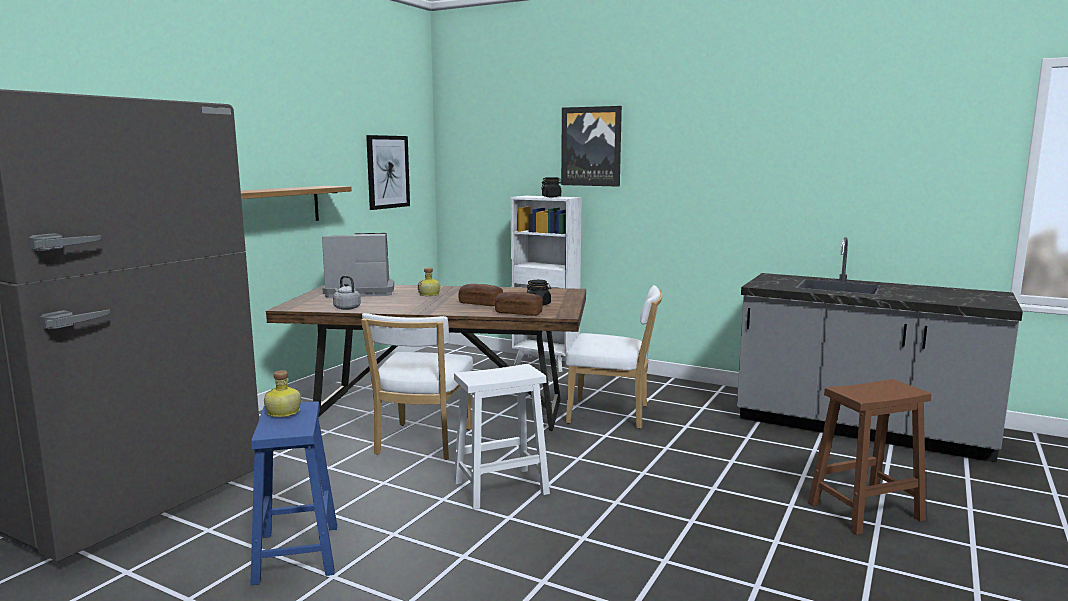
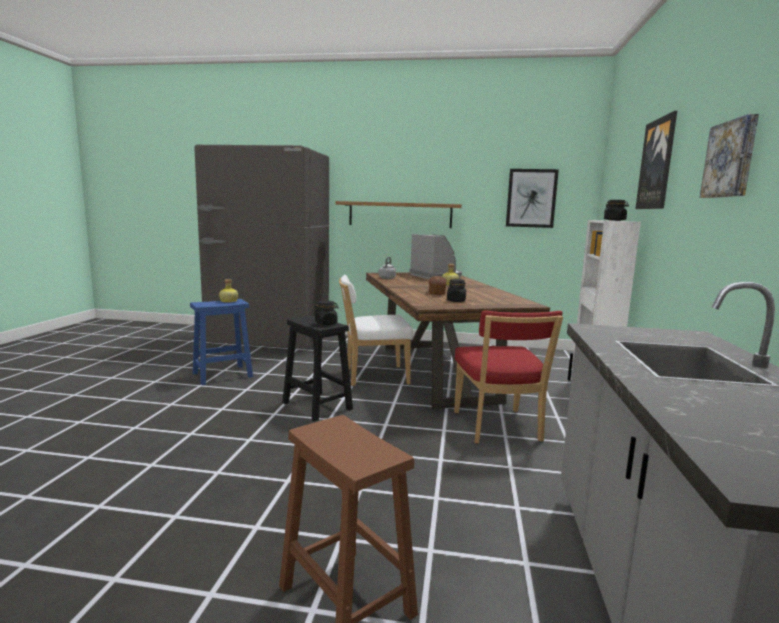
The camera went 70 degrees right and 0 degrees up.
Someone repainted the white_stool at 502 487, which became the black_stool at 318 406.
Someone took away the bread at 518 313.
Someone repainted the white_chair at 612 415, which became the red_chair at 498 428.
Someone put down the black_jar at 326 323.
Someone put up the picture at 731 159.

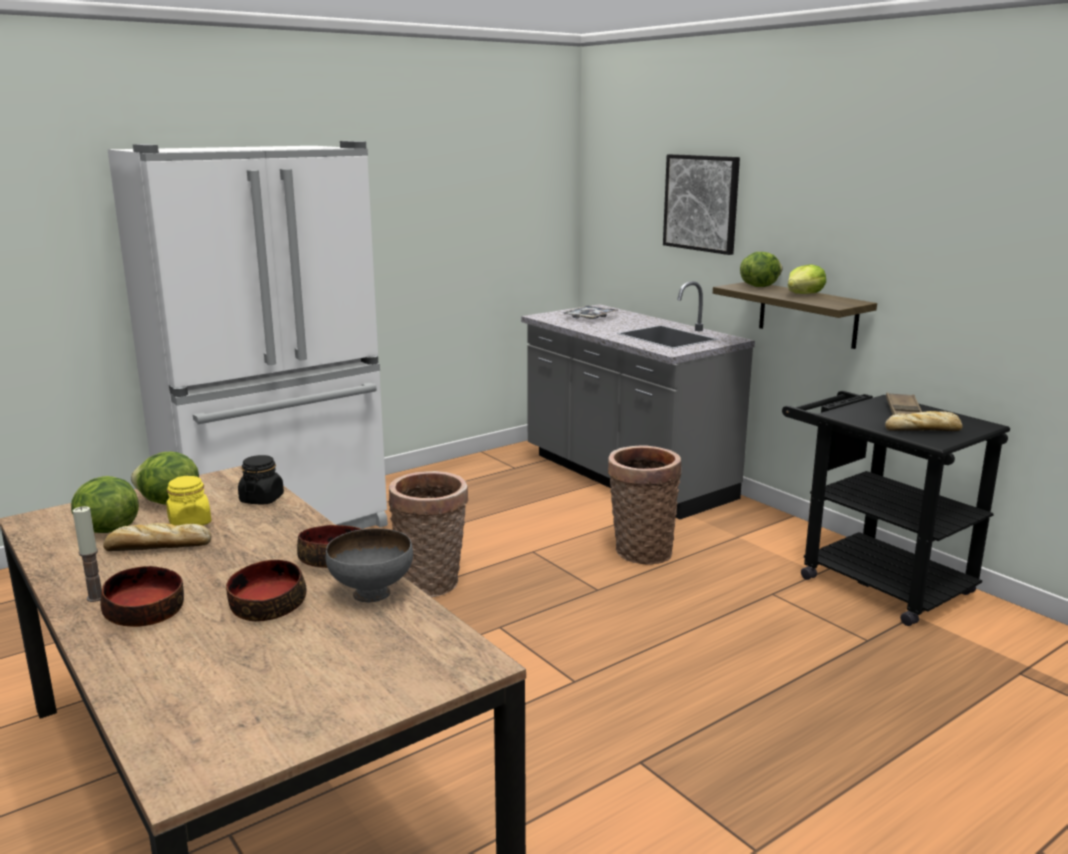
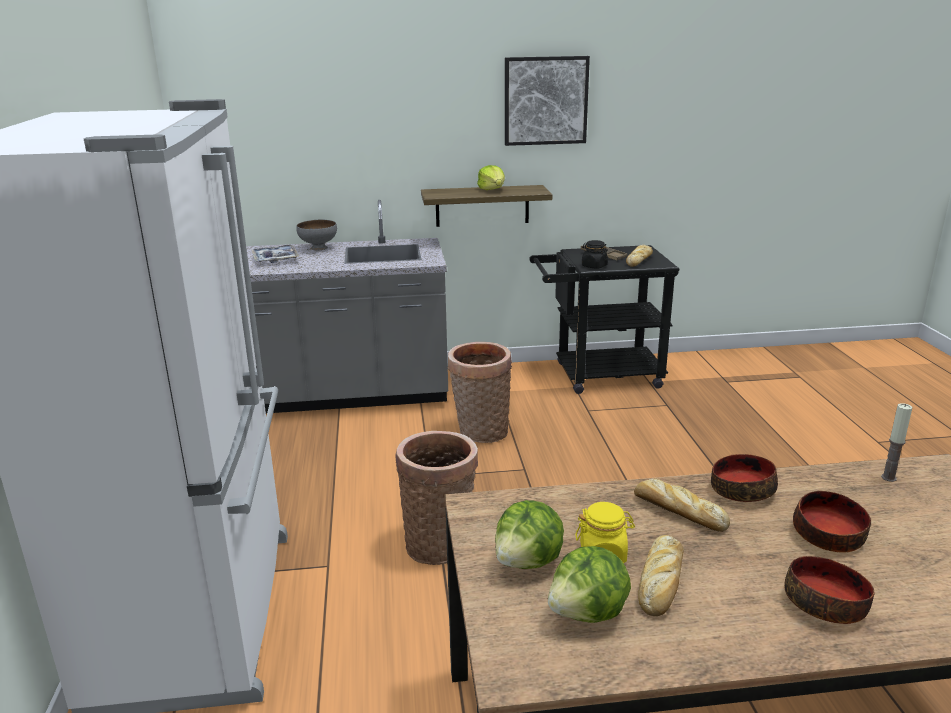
The camera went 60 degrees left and 5 degrees up.
Someone carried the candle from 95 597 to 888 478.
Someone carried the black_jar from 262 499 to 594 266.
Someone carried the grey_bowl from 372 593 to 318 248.
Someone carried the picture from 701 203 to 545 101.
Someone took away the lettuce at 759 286.
Someone put down the bread at 677 511.

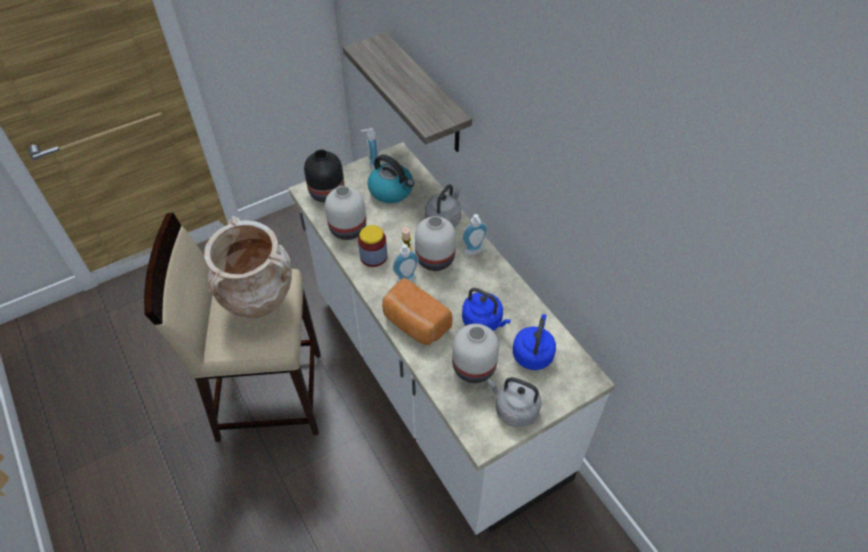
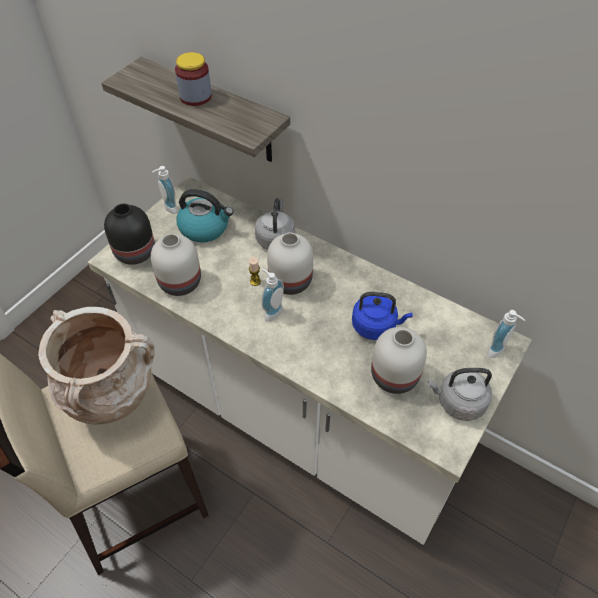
The camera went 25 degrees left and 0 degrees up.
Someone carried the jar from 373 256 to 195 96.
Someone took away the bread at 414 324.
Someone carried the soap_dispenser from 474 252 to 498 351.
Someone took away the blue_kettle at 533 353.

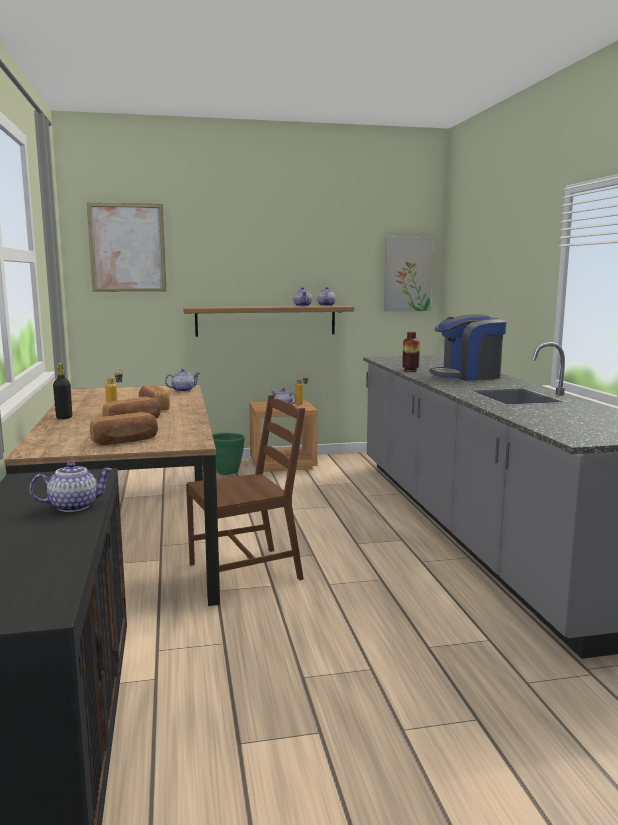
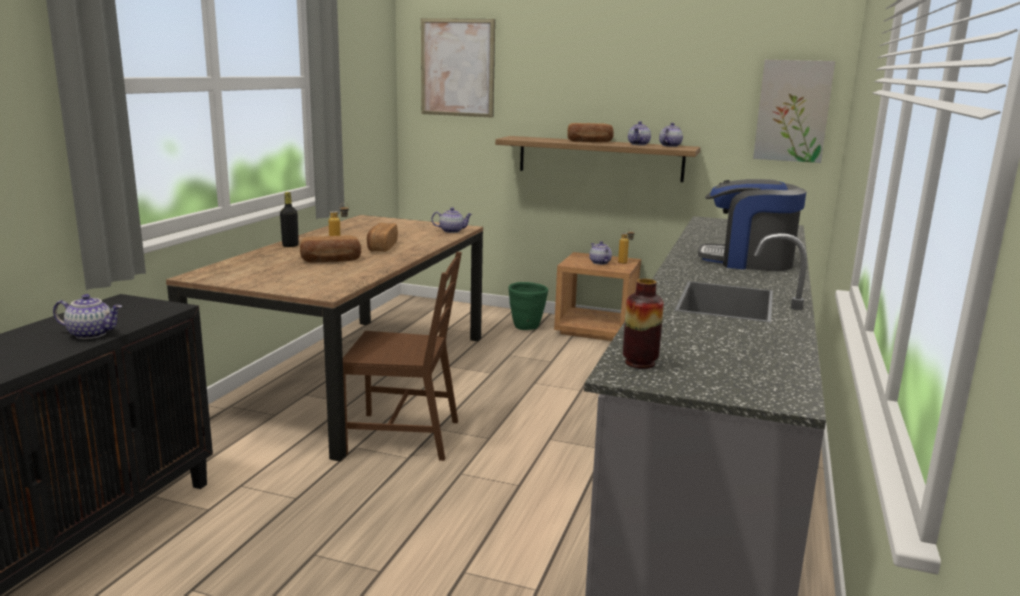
The camera went 30 degrees right and 5 degrees up.
Someone carried the bread from 125 441 to 589 141.
Someone carried the vase from 410 370 to 640 363.

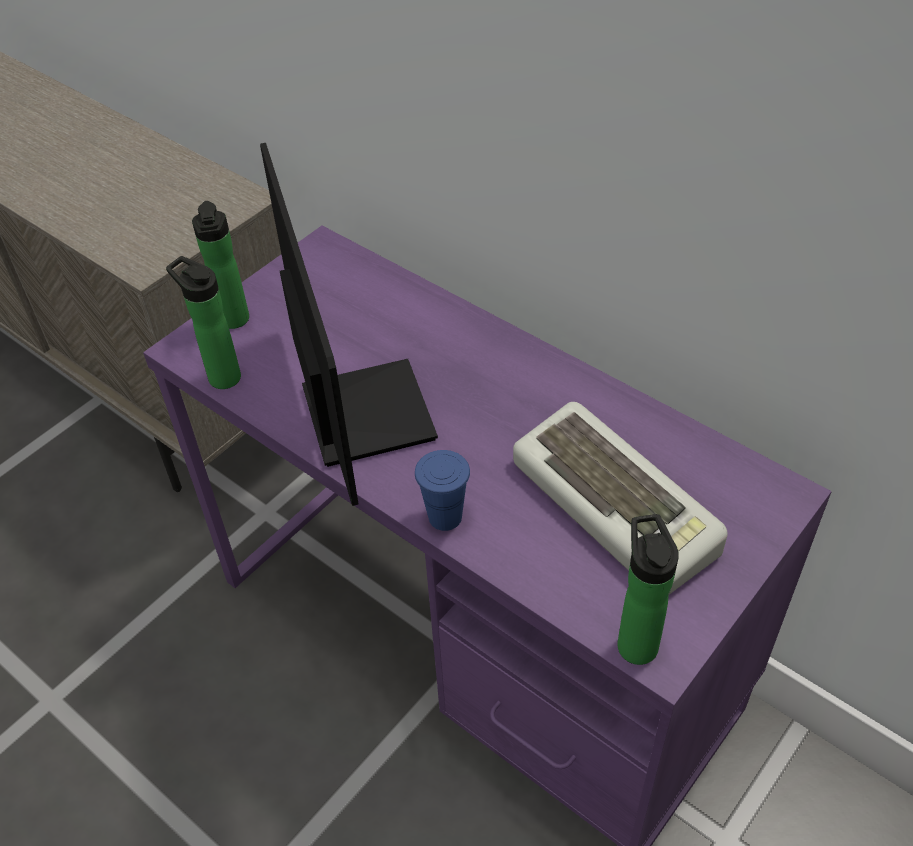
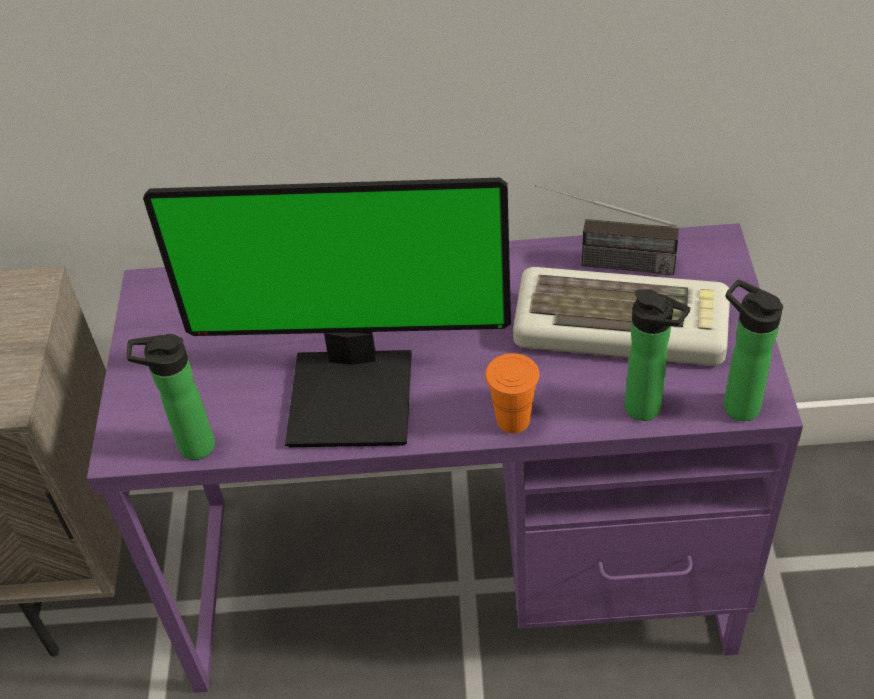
The camera went 40 degrees left and 0 degrees up.
Someone carried the bottle from 234 322 to 648 410.
Someone rotated the monitor at 360 414 by 150 degrees clockwise.
Someone repainted the blue_cup at 445 517, which became the orange_cup at 513 420.
Someone put down the radio at 603 262.

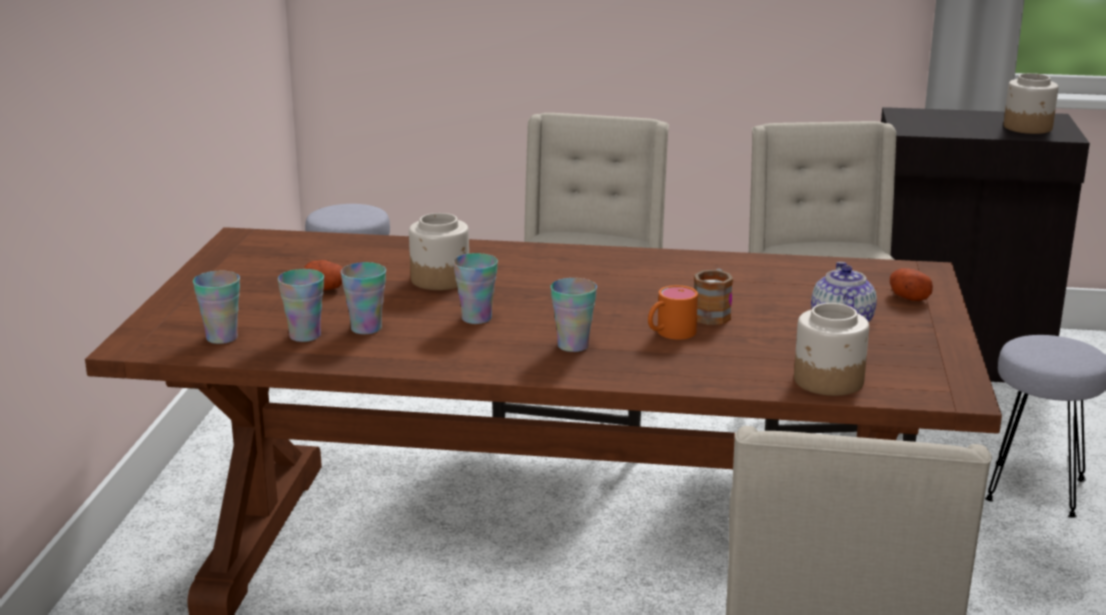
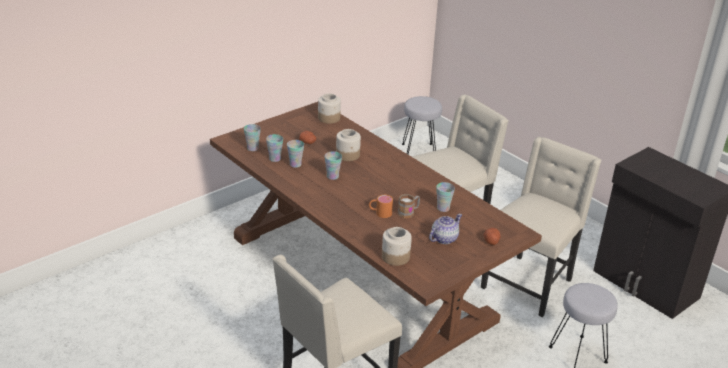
The camera went 40 degrees right and 10 degrees up.
Someone carried the cup from 573 346 to 443 208.
Someone carried the jar from 1028 127 to 329 118.

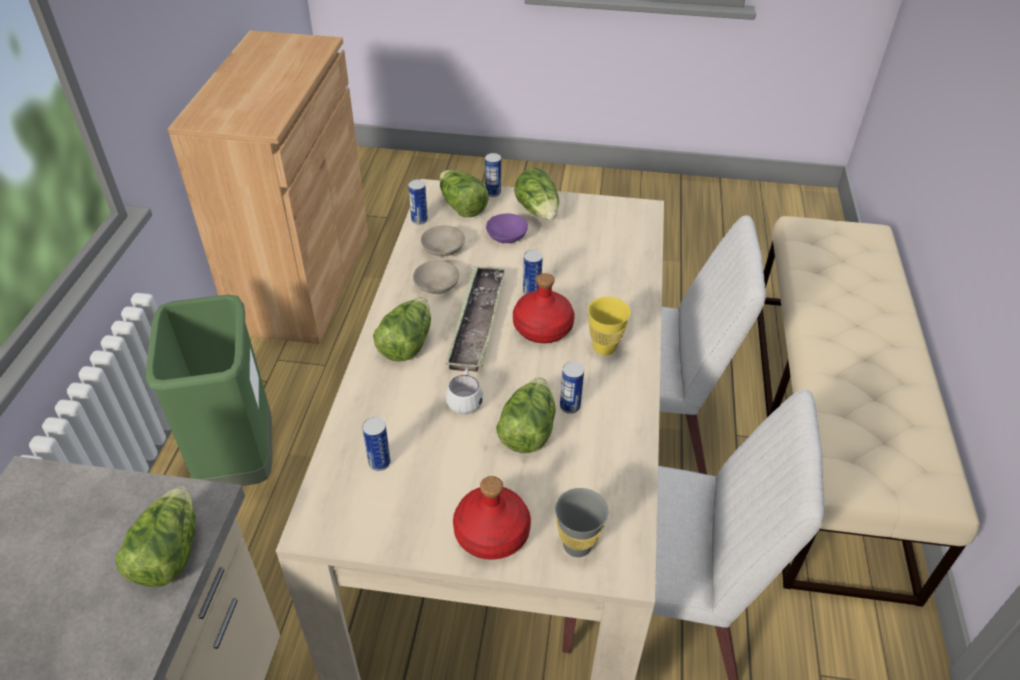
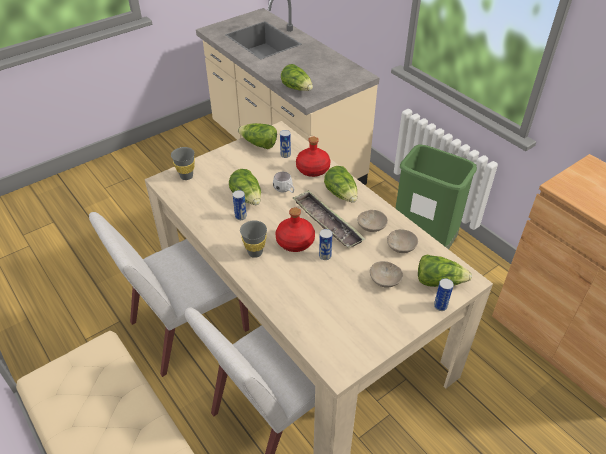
The camera went 135 degrees right and 0 degrees up.
Someone took away the can at 419 220.
Someone carried the red_bottle from 491 534 to 312 169.
Someone repainted the purple_bowl at 508 237, which became the beige_bowl at 384 280.
Someone carried the lettuce from 538 211 to 258 144.
Someone repainted the yellow_cup at 604 348, which became the grey_cup at 255 252.

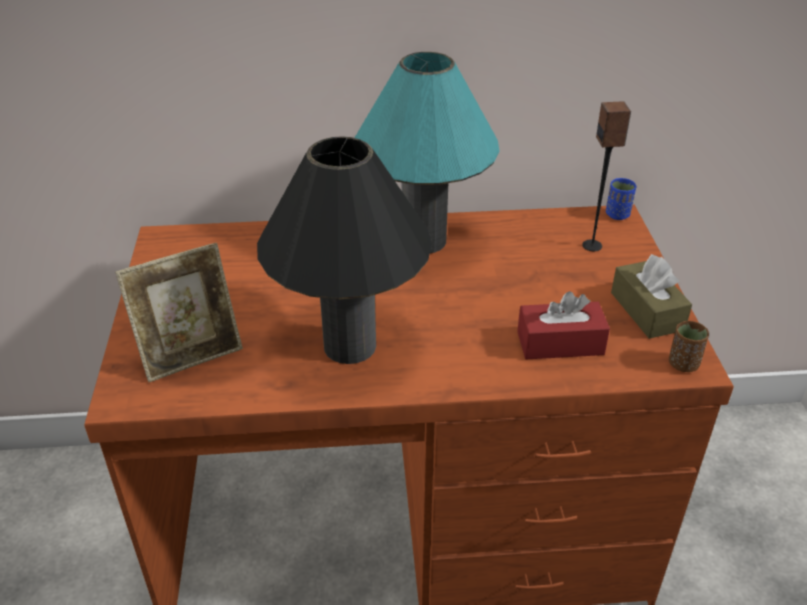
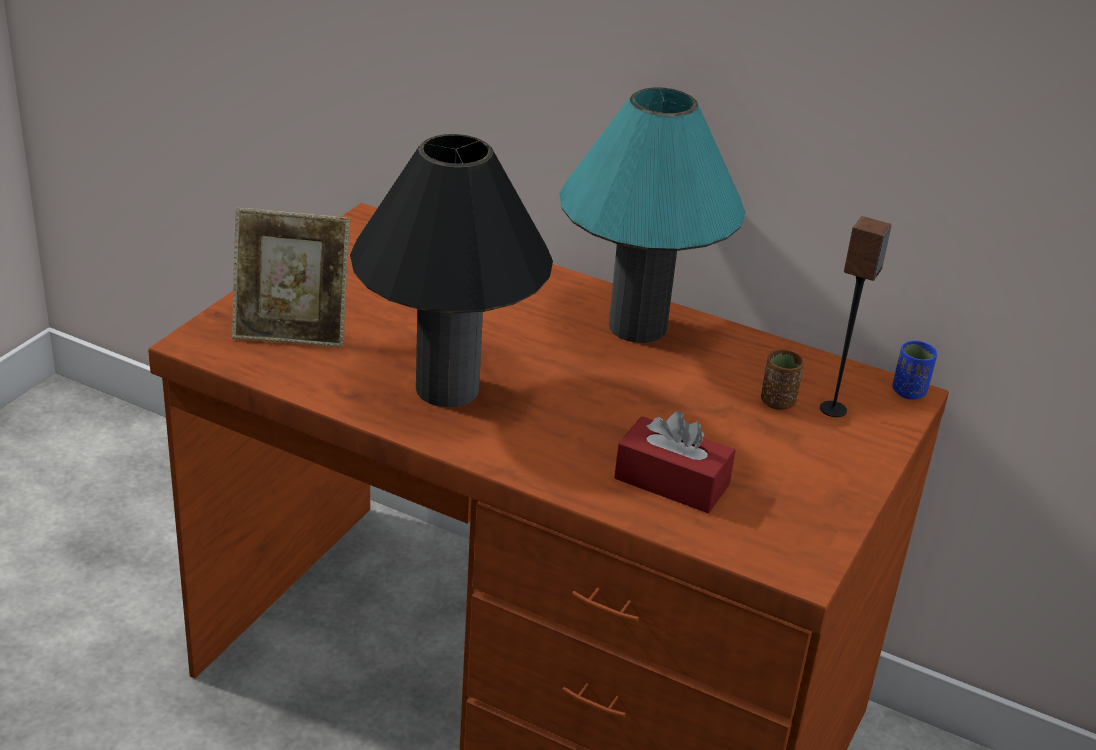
The camera went 30 degrees right and 5 degrees down.
Someone took away the brown_tissue_box at 647 311.
Someone carried the brown_cup from 683 364 to 778 402.

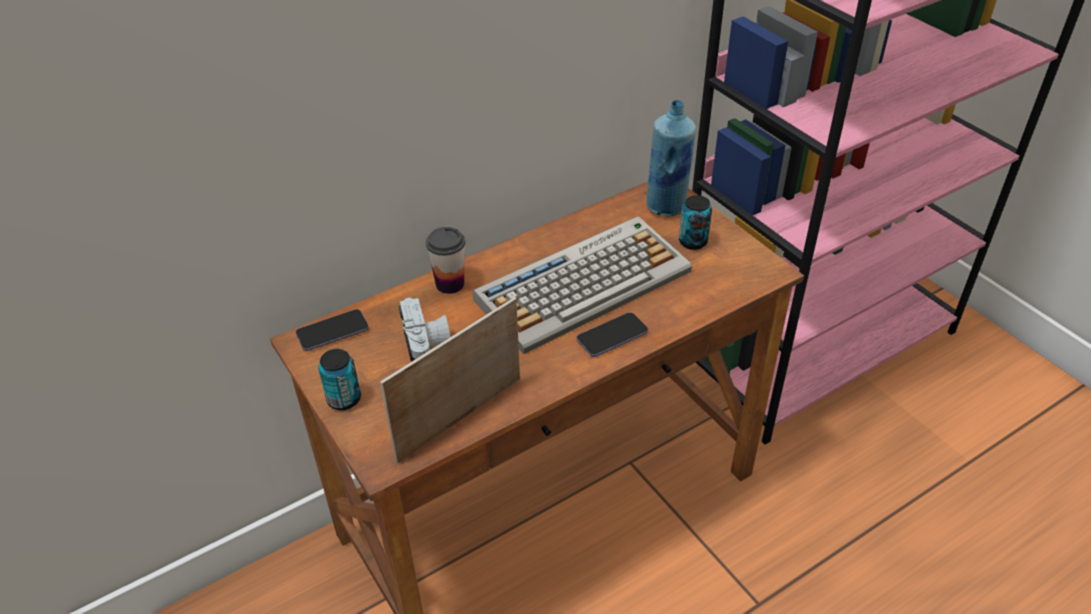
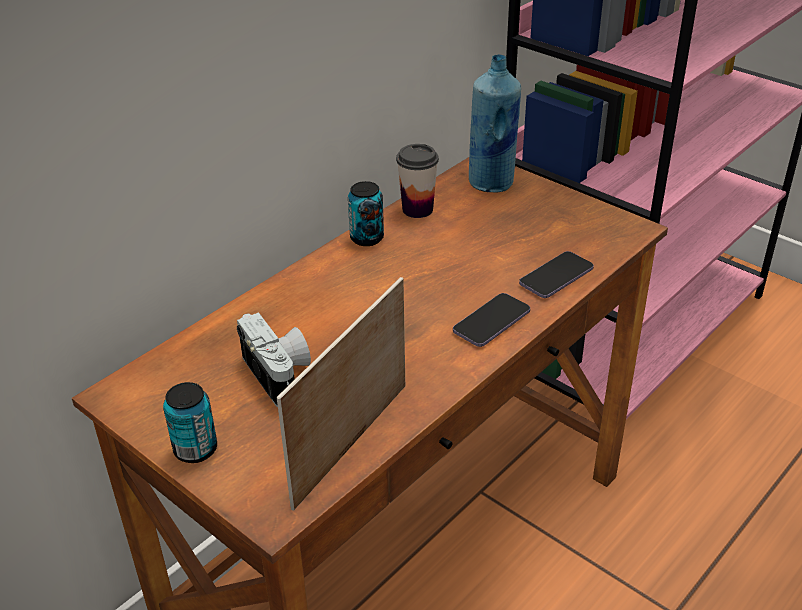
The camera went 15 degrees left and 5 degrees down.
Someone carried the phone from 332 332 to 556 277.
Someone carried the cup from 450 284 to 417 209.
Someone took away the keyboard at 584 284.
Someone carried the can from 693 242 to 367 238.

